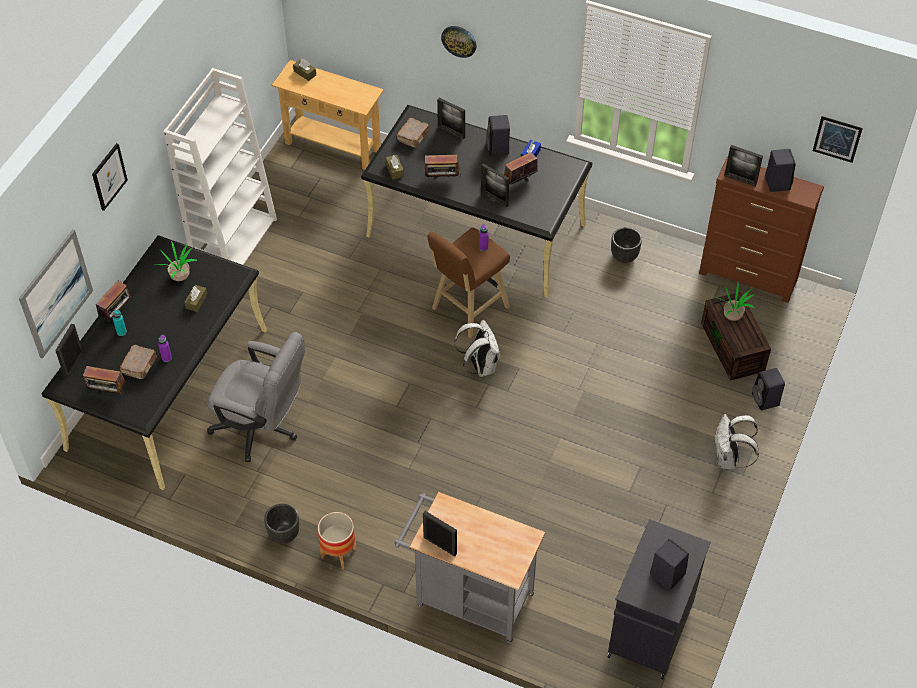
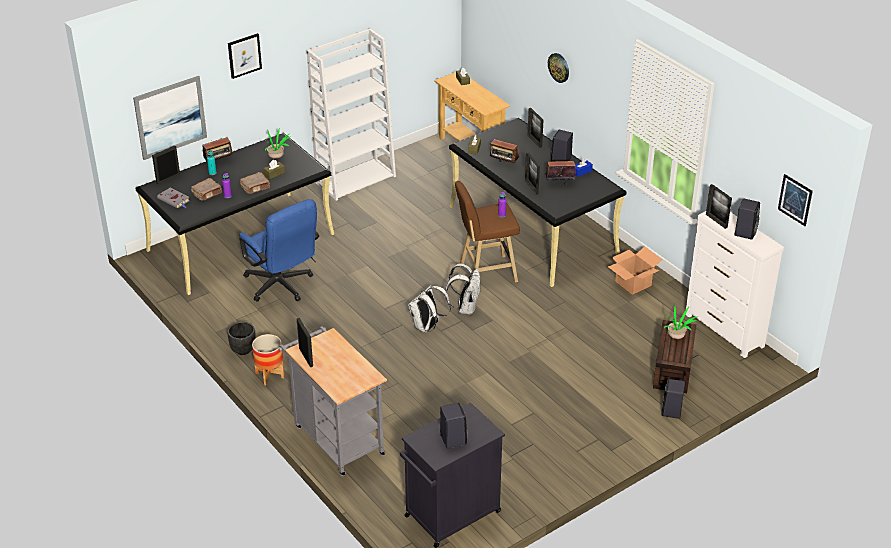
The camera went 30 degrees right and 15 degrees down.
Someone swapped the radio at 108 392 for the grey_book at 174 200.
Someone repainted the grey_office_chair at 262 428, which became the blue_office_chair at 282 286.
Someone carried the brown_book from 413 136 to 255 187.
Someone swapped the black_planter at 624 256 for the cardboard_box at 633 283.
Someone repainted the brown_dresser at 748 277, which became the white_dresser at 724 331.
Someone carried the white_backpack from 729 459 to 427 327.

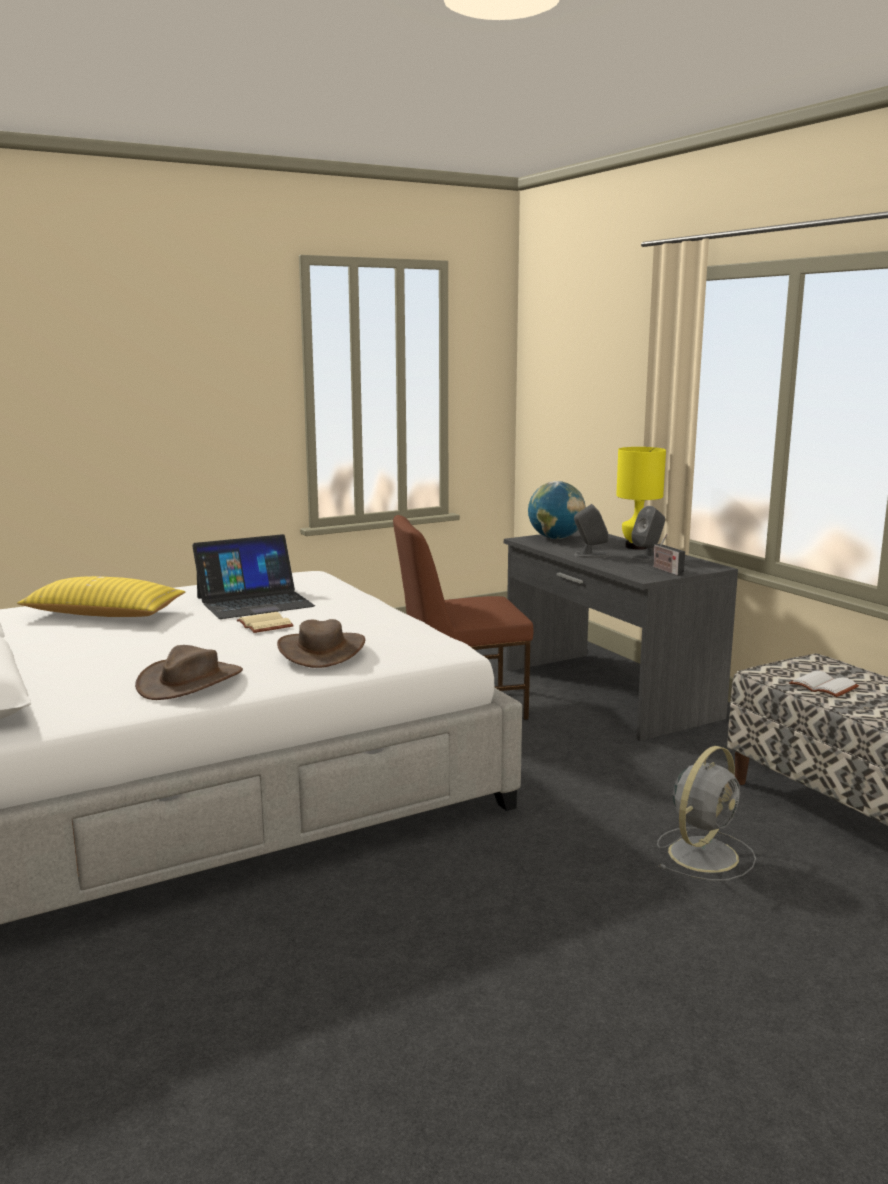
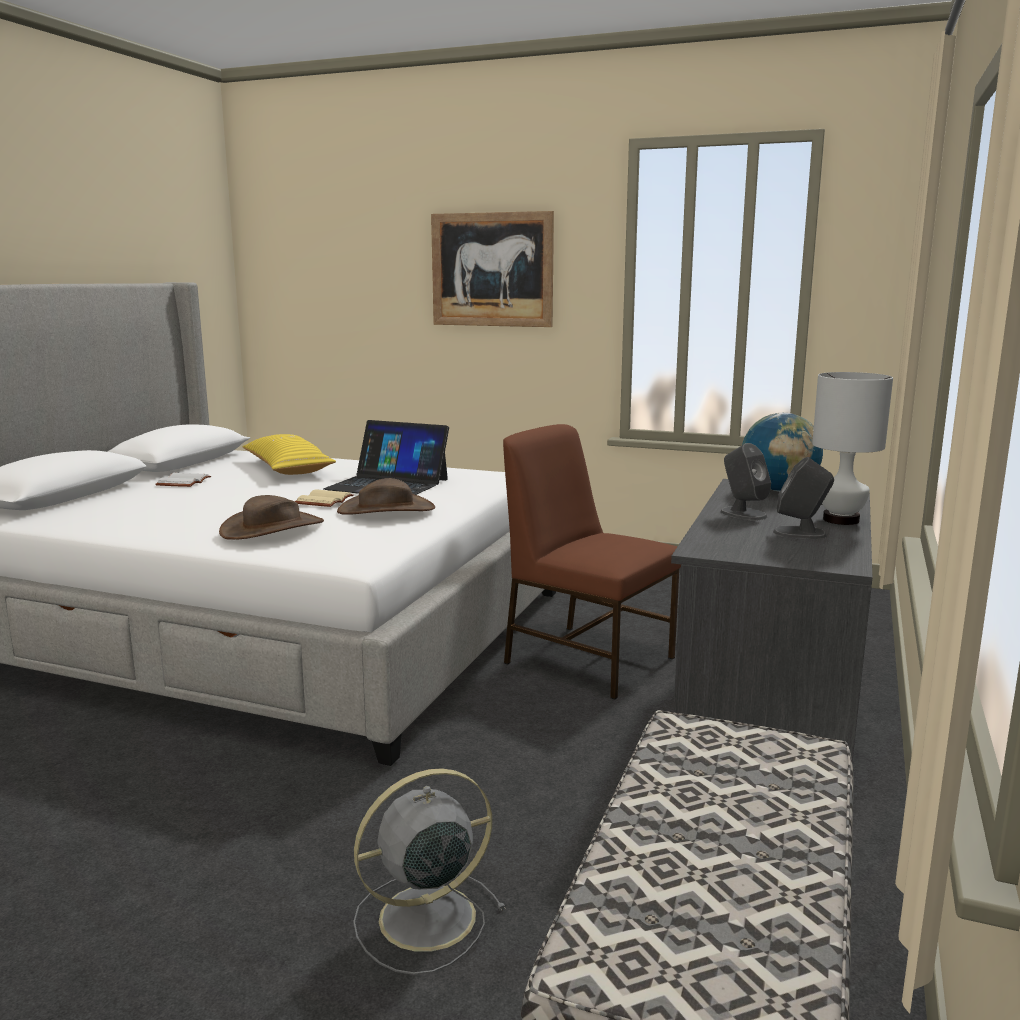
The camera went 50 degrees right and 0 degrees up.
Someone carried the brown_hat from 190 681 to 386 509.
Someone repainted the yellow_table_lamp at 637 547, which became the white_table_lamp at 841 520.
Someone took away the radio at 666 570.
Someone rotated the grey_fan at 704 853 by 150 degrees clockwise.
Someone carried the white_book from 825 686 to 184 482.
Someone put up the picture at 492 270.

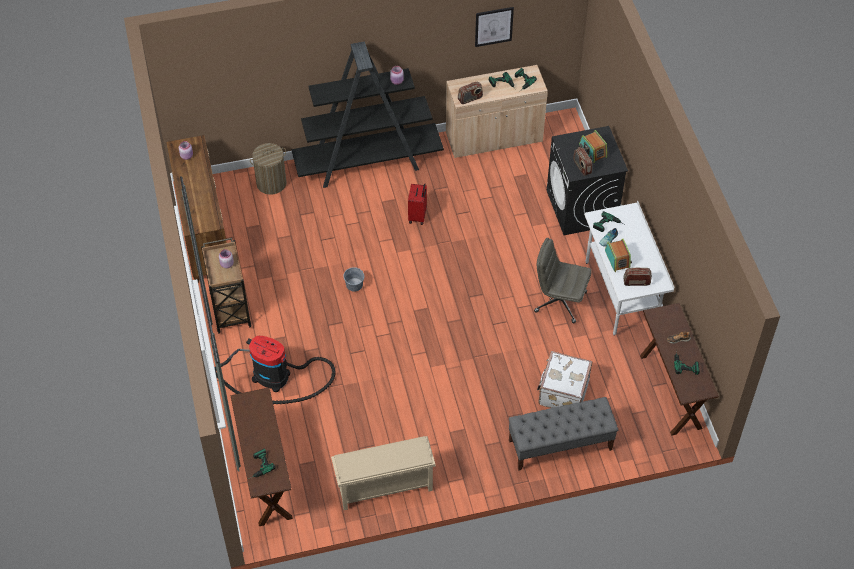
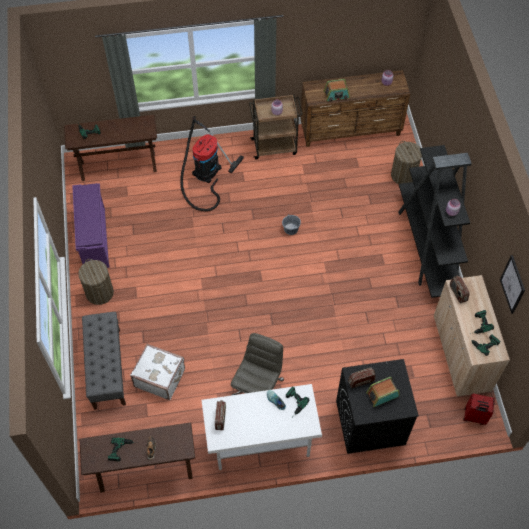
The camera went 95 degrees right and 5 degrees up.
Someone repainted the beige_shoe_rack at 384 488, which became the purple_shoe_rack at 94 238.
Someone carried the red_suitcase from 418 216 to 474 417.
Someone carried the radio from 617 259 to 336 95.
Someone put down the laundry_basket at 99 293.

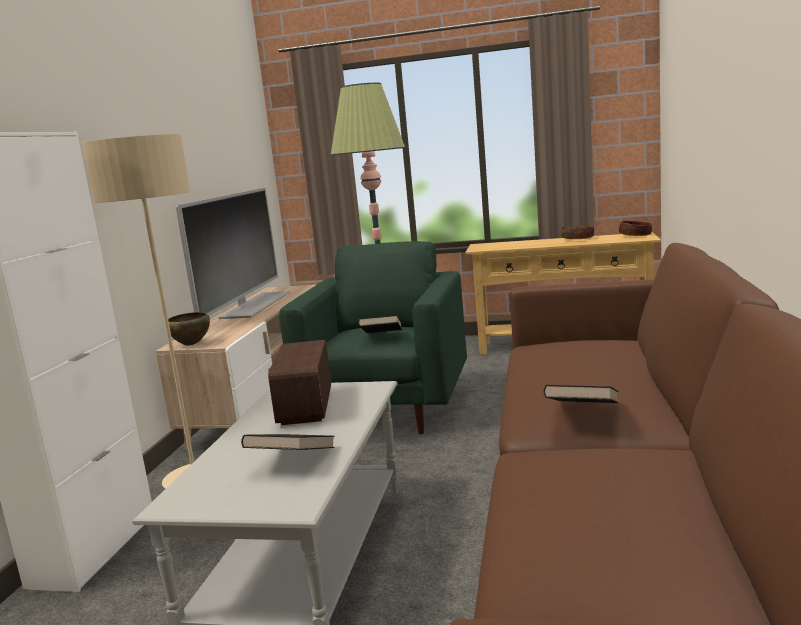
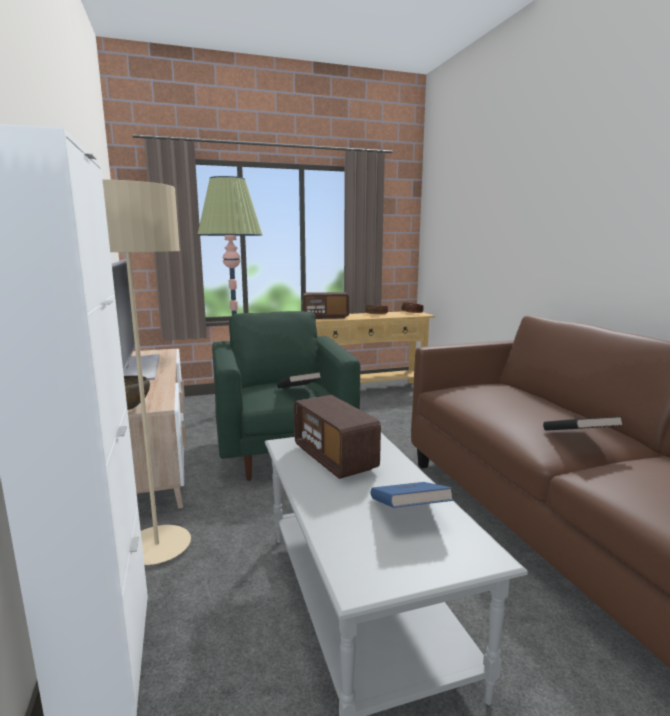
The camera went 30 degrees left and 0 degrees up.
Someone repainted the black_book at 292 461, which became the blue_book at 408 512.
Someone put down the radio at 325 317.

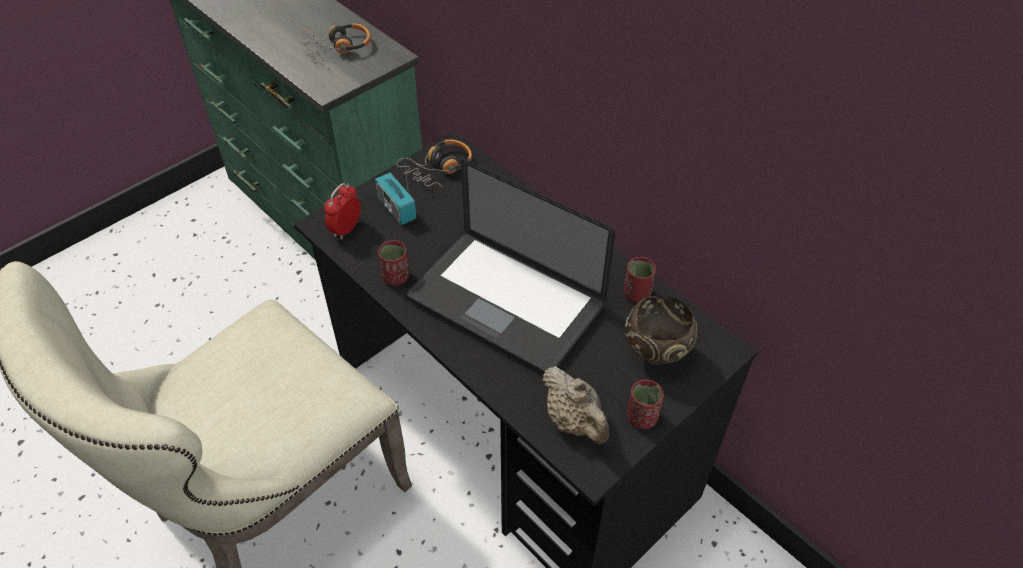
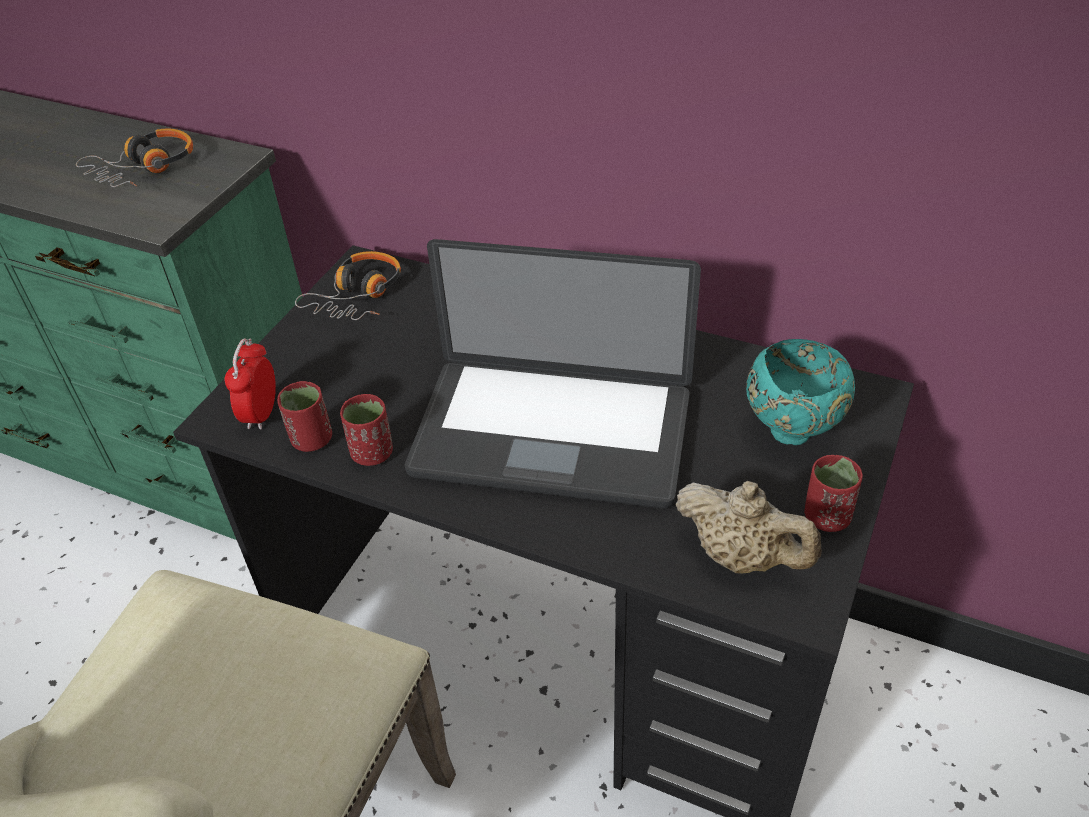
The camera went 20 degrees left and 5 degrees down.
Someone took away the radio at 396 208.
Someone carried the red_cup from 636 293 to 312 439.
Someone repainted the brown_bowl at 656 355, which became the turquoise_bowl at 793 431.

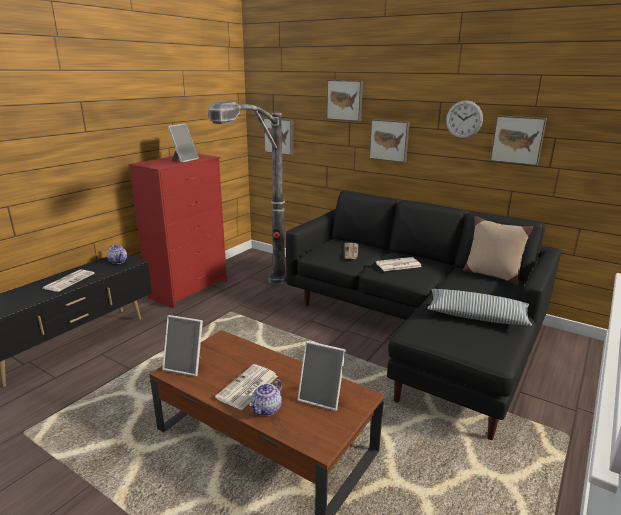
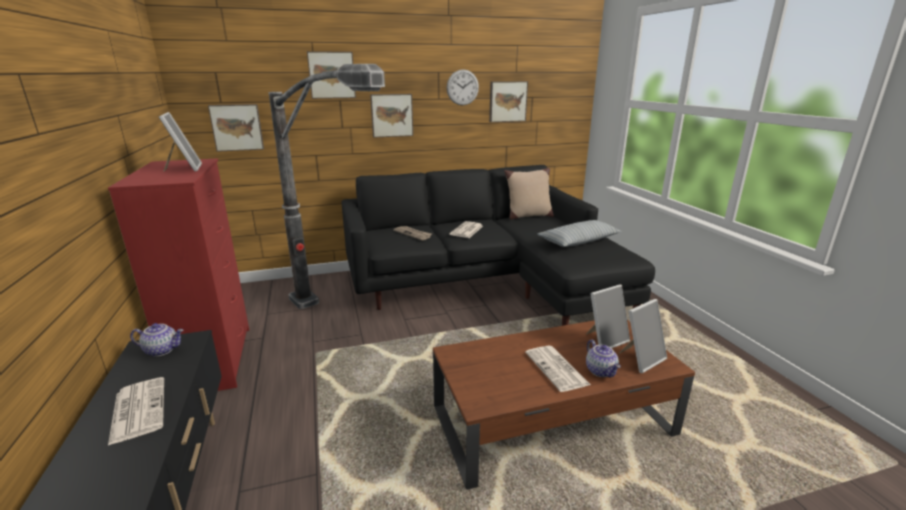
The camera went 50 degrees left and 0 degrees up.
Someone carried the picture_frame from 186 366 to 641 359.

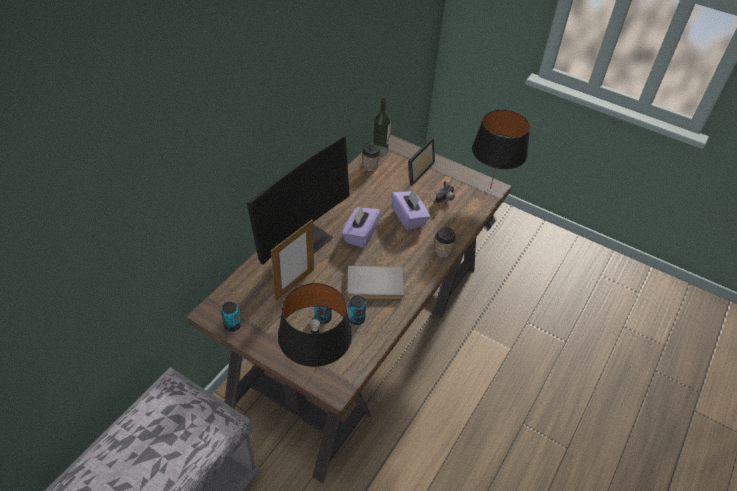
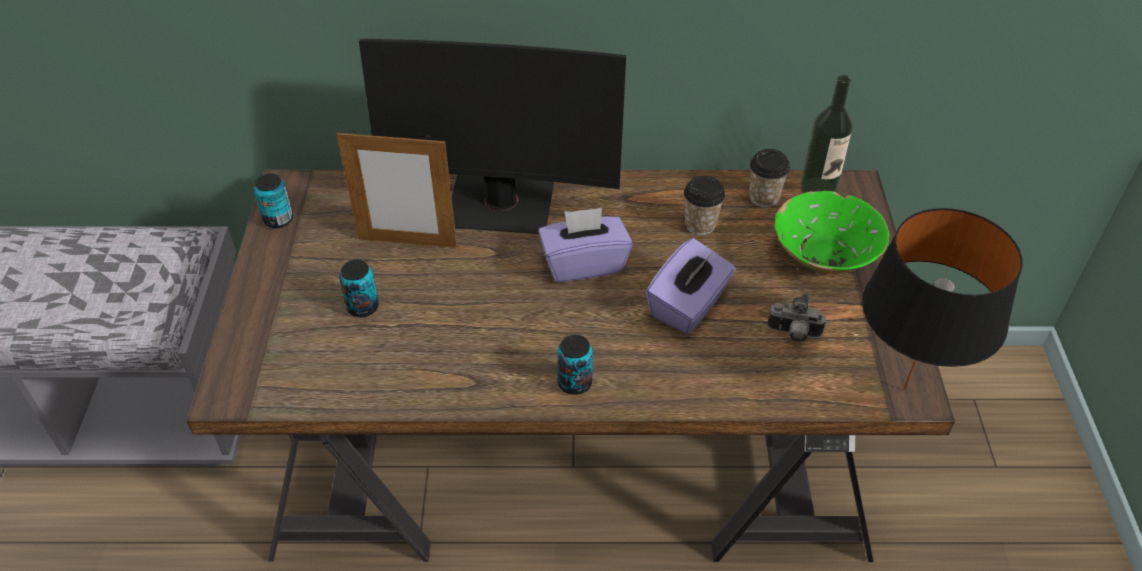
The camera went 60 degrees right and 0 degrees up.
Someone took away the black_table_lamp at 317 371.
Someone took away the grey_book at 375 286.
Someone carried the can from 356 319 to 574 383.
Someone swapped the picture_frame at 416 170 for the green_bowl at 824 258.
Someone carried the cup from 442 251 to 700 225.

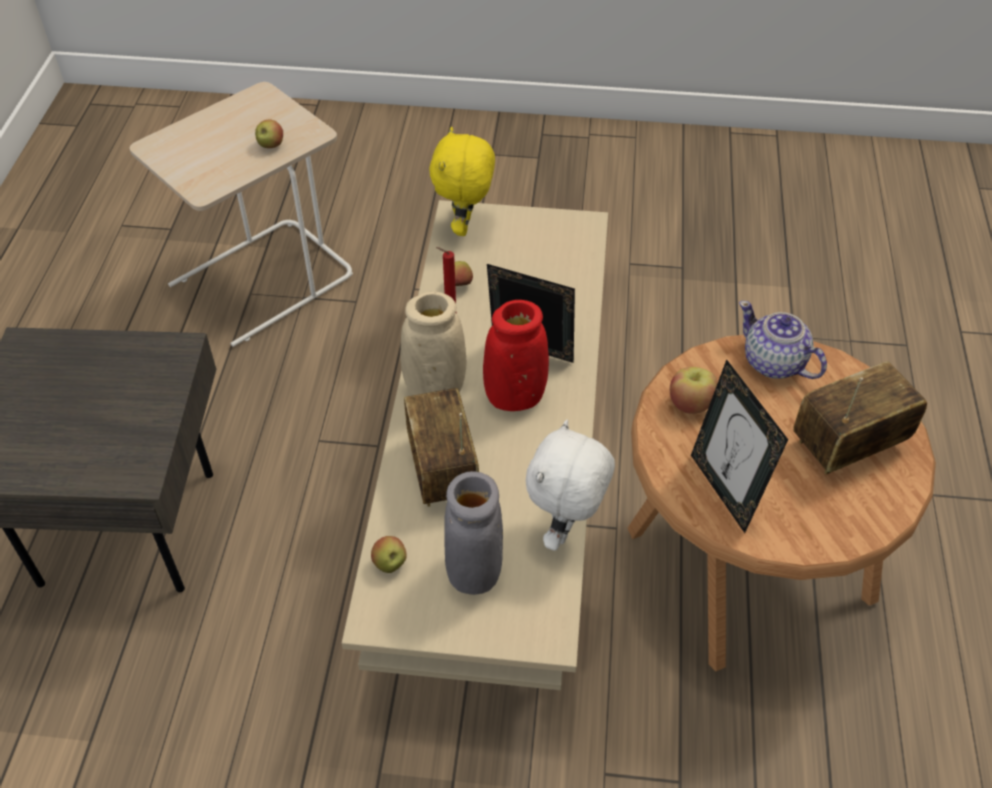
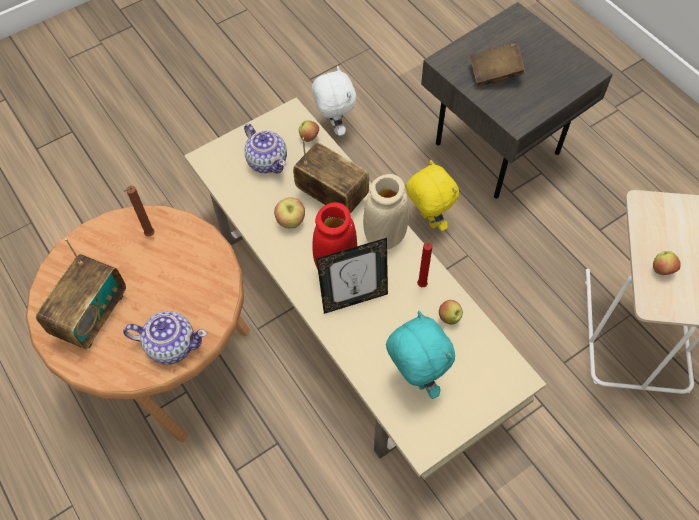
The camera went 140 degrees right and 10 degrees up.
Someone carried the yellow_plush_toy from 465 227 to 427 220.
Someone swapped the grey_vase at 474 571 for the teapot at 267 161.
Someone carried the white_plush_toy from 566 530 to 334 127.
Someone carried the apple from 690 403 to 291 221.
Someone swapped the picture_frame at 724 490 for the brown_candle at 149 235.
Someone put down the turquoise_plush_toy at 415 377.
Someone put down the brown_book at 495 74.

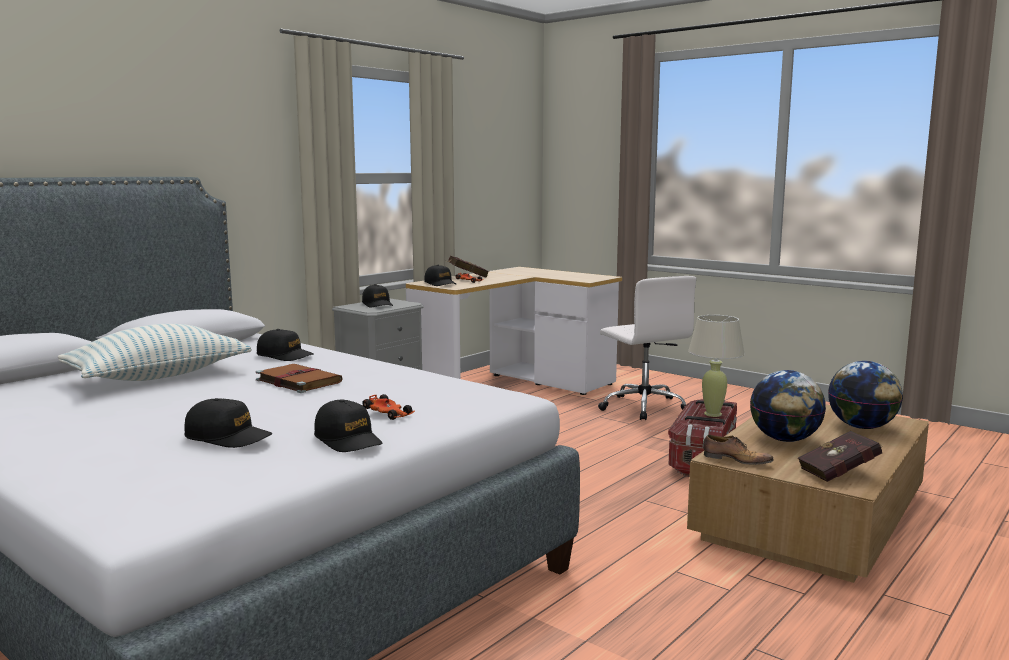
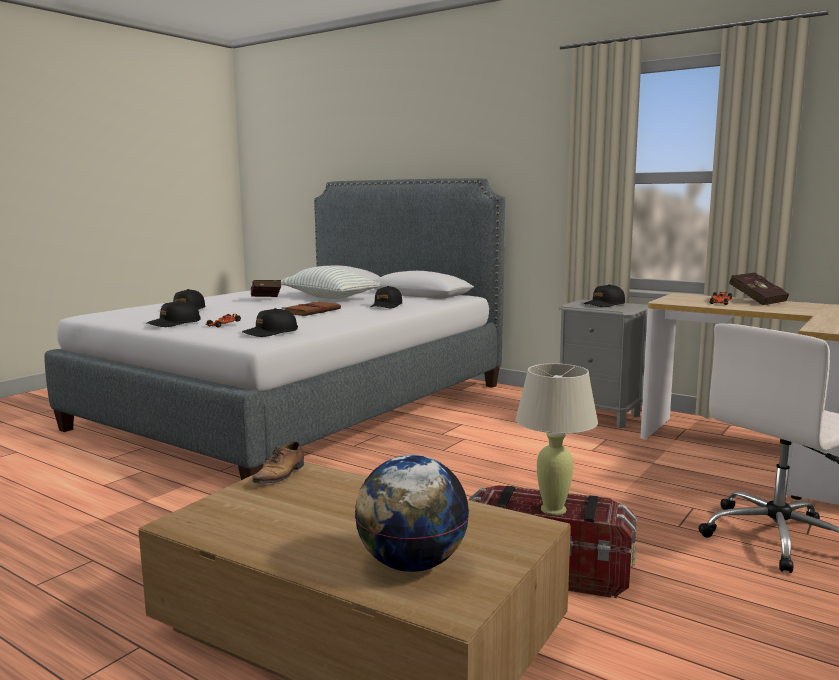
The camera went 85 degrees right and 0 degrees up.
Someone carried the black_cap from 440 283 to 270 333.
Someone took away the globe at 784 440.
Someone carried the red_book from 841 473 to 265 299.

